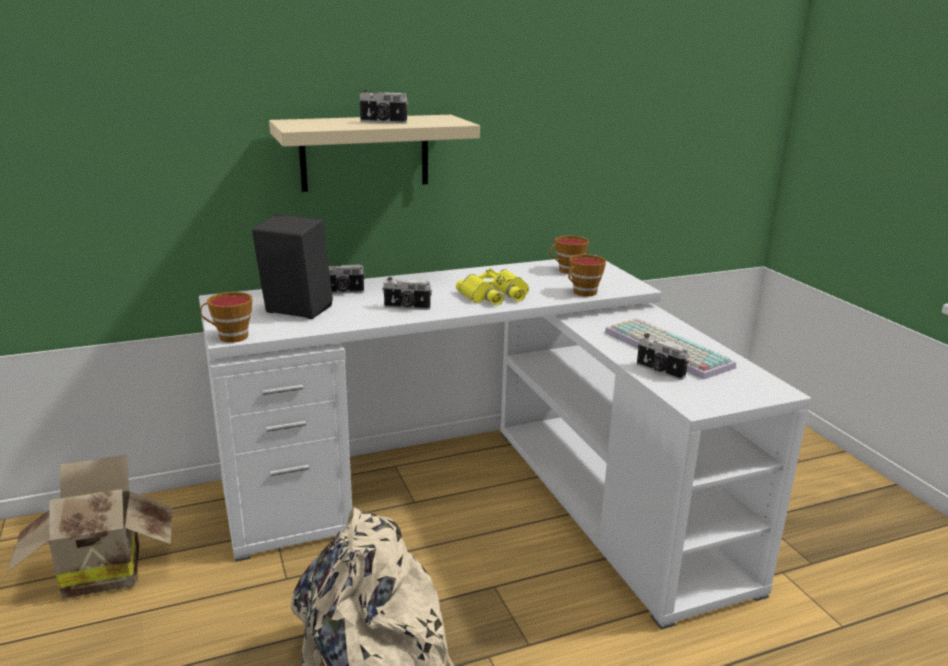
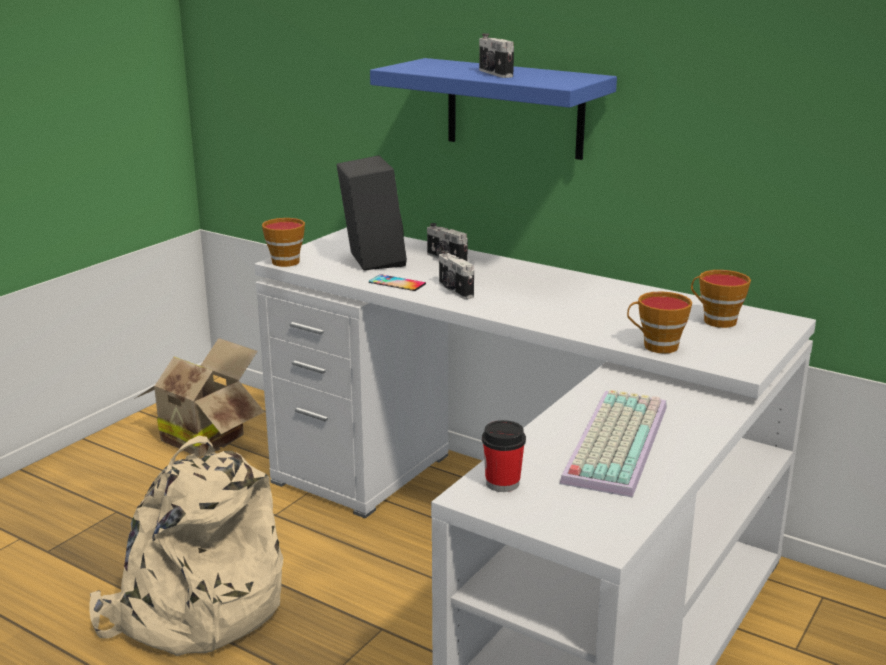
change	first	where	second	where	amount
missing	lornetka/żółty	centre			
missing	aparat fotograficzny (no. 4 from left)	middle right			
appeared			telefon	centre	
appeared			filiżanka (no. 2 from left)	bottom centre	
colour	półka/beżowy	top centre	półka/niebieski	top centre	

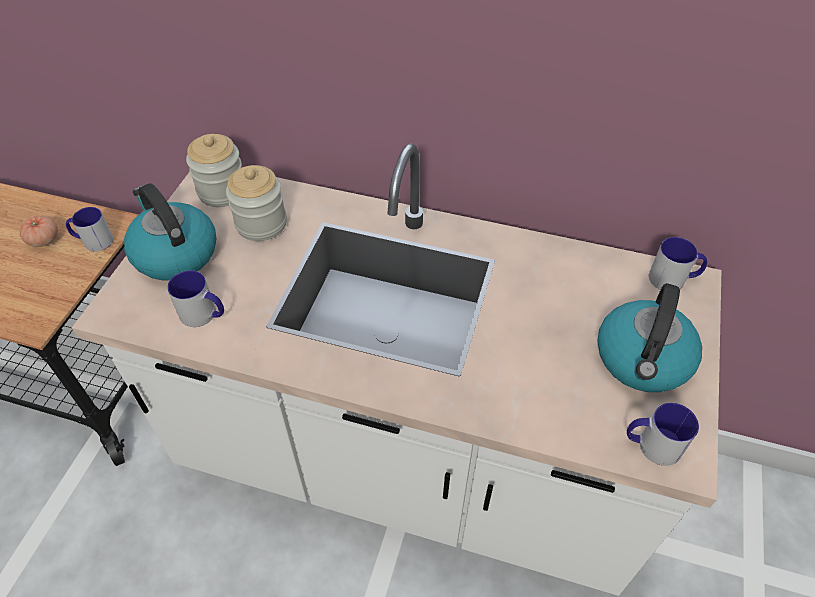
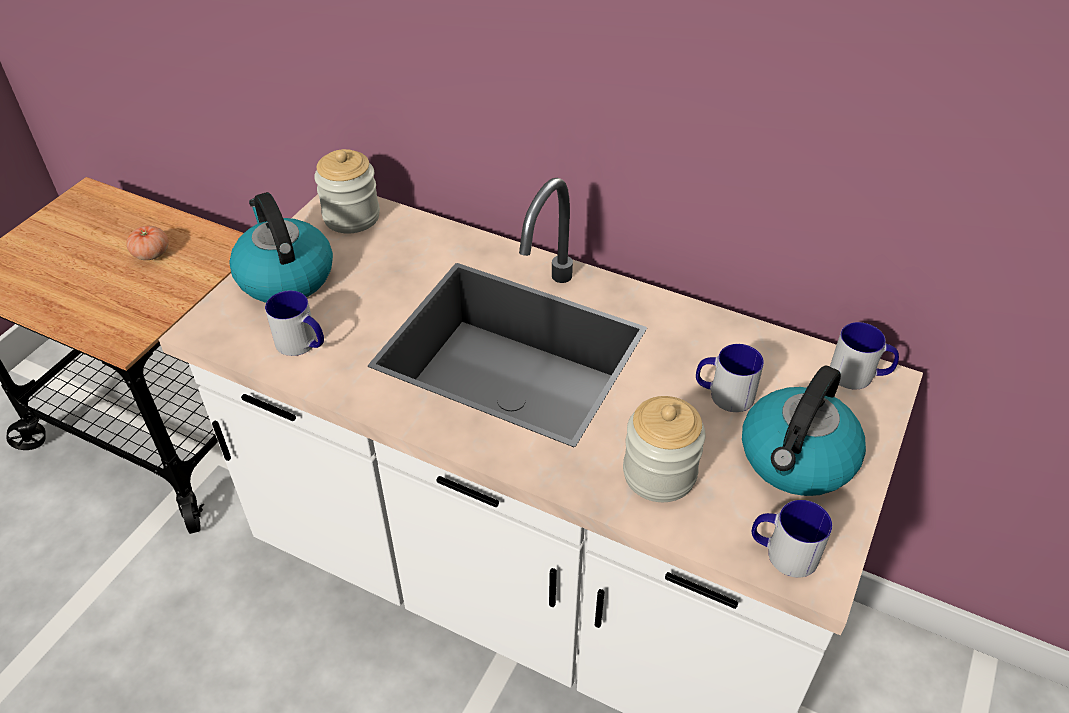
change	first	where	second	where	amount
relocated	kubek (no. 1 from left in the first image)	middle left	kubek (no. 2 from left)	middle right	
relocated	słoik (no. 2 from left)	middle left		centre	

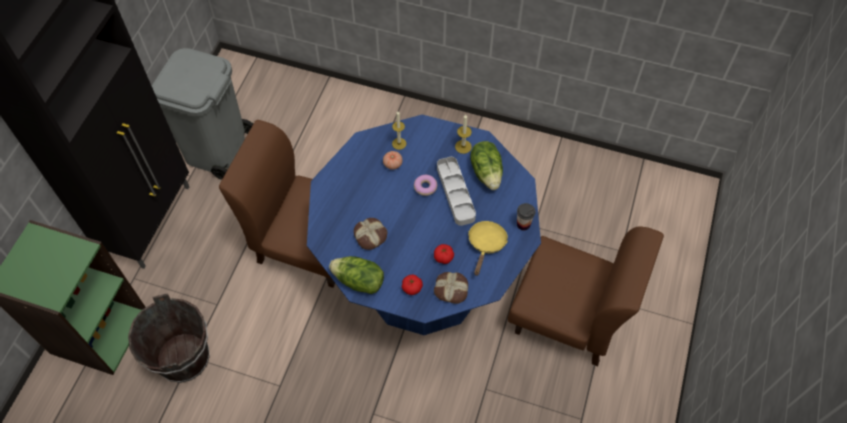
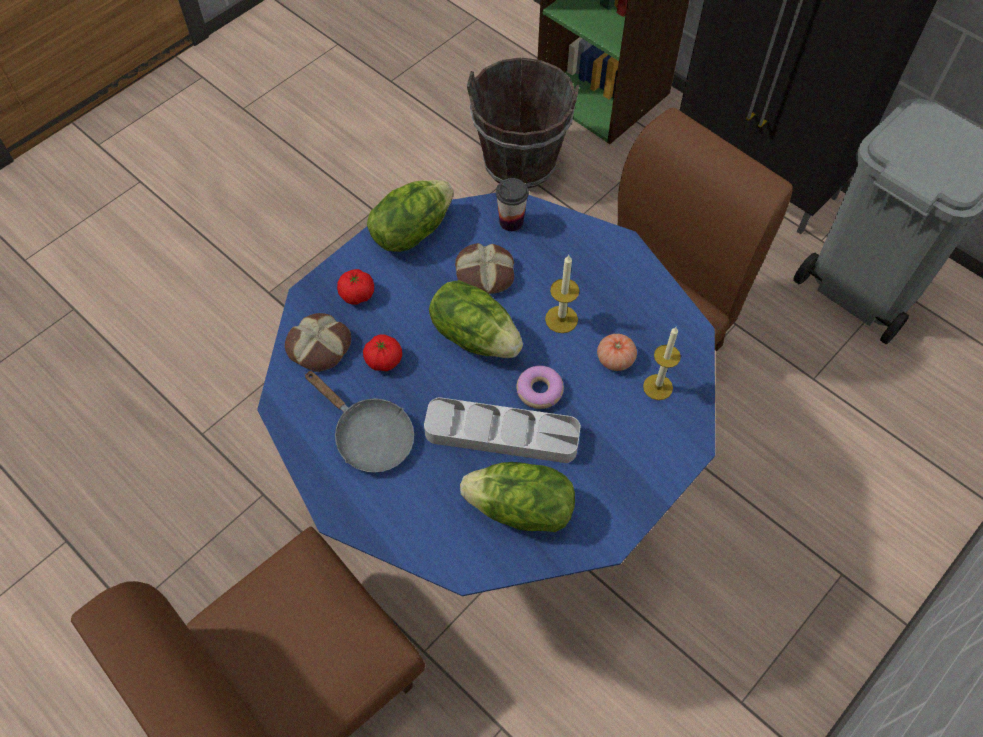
change	first	where	second	where	amount
appeared			sałata (no. 2 from left)	centre	
relocated	świeca (no. 2 from left in the first image)	top centre	świeca (no. 1 from left)	centre	
relocated	filiżanka	centre		top centre	
colour	patelnia/żółty	centre	patelnia/szary	centre	

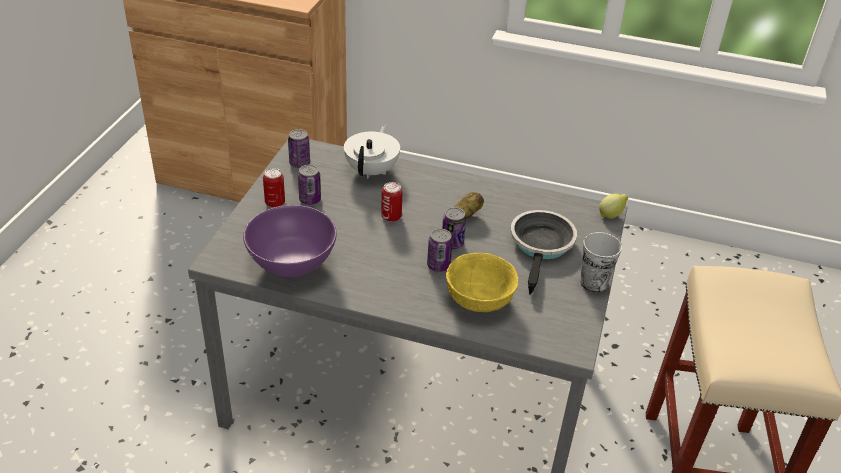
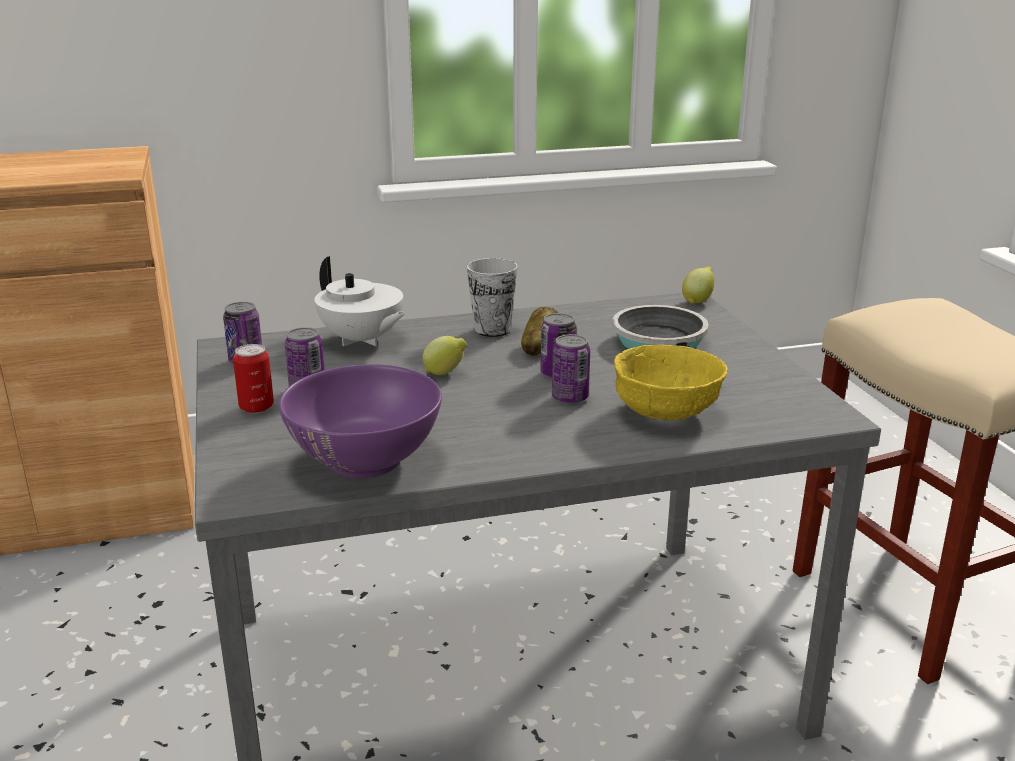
change	first	where	second	where	amount
relocated	filiżanka	middle right		centre	
exchanged	puszka (no. 4 from left)	centre	cytryna (no. 1 from left)	centre	
spun	imbryk/biały	top centre		centre	150 degrees clockwise

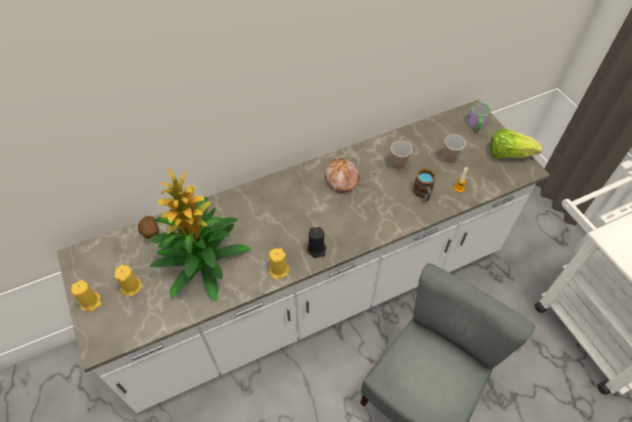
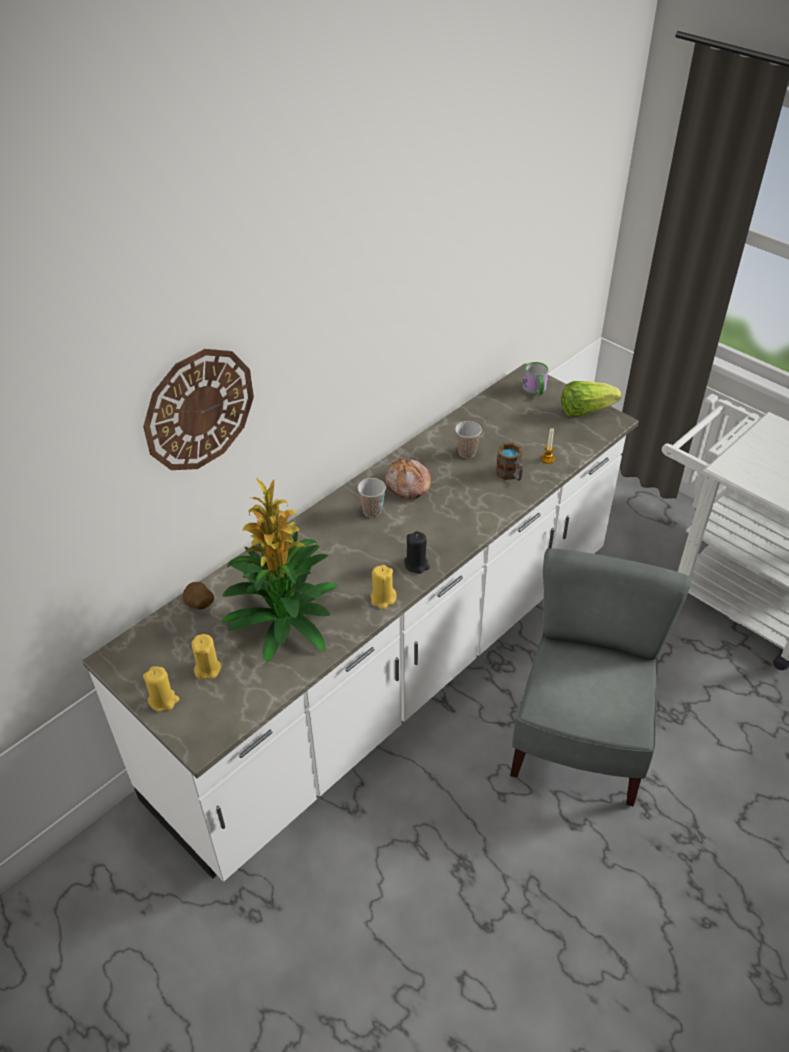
change	first	where	second	where	amount
appeared			zegar ścienny	middle left	
relocated	filiżanka (no. 2 from left in the first image)	middle right	filiżanka (no. 1 from left)	centre	

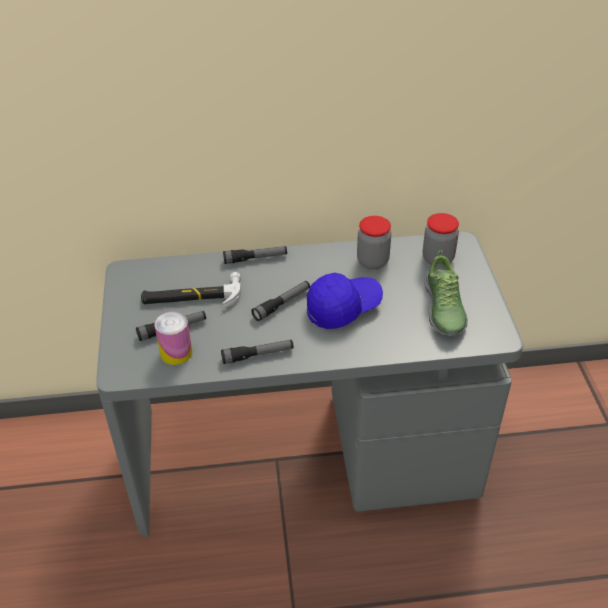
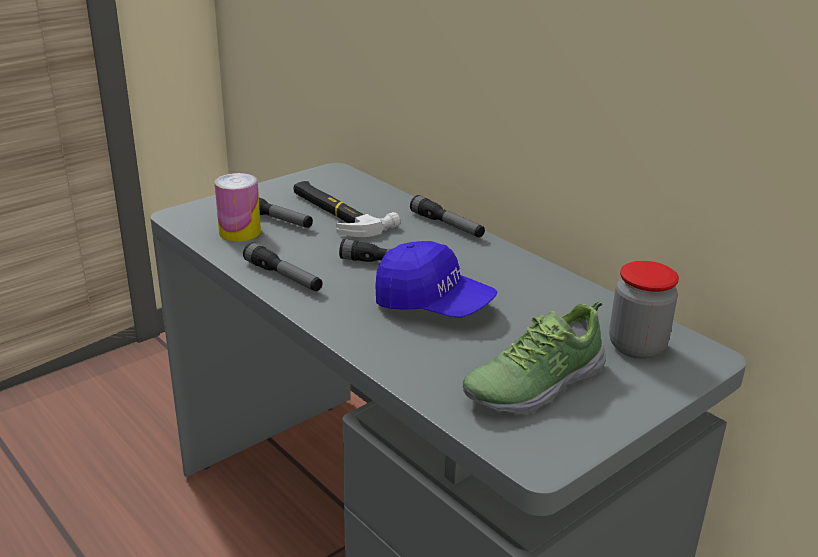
change	first	where	second	where	amount
missing	słoik (no. 1 from left)	centre			

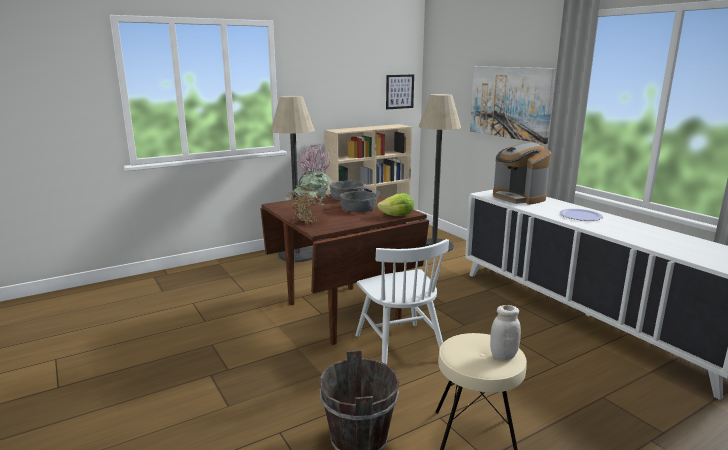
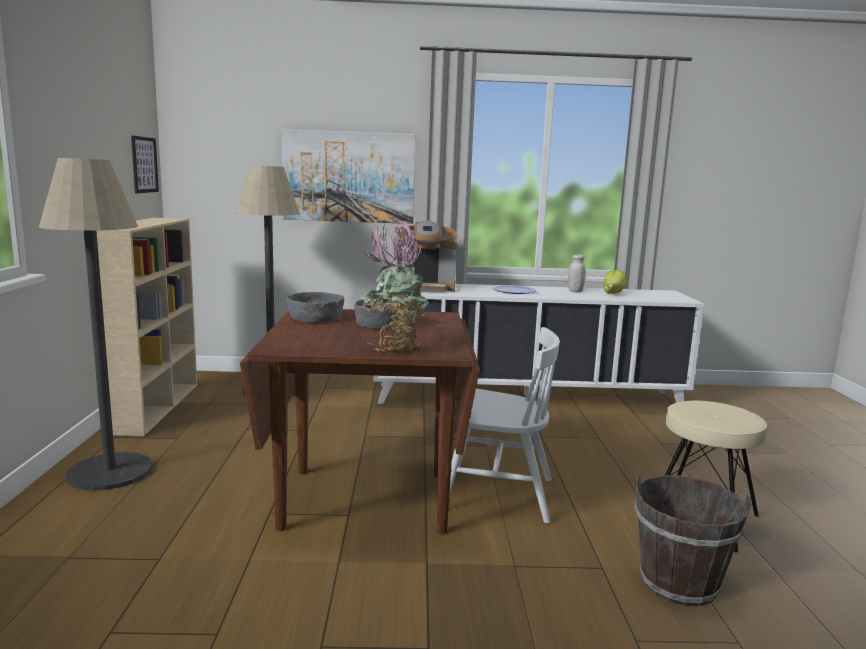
change	first	where	second	where	amount
relocated	sałata	centre		middle right	
relocated	słoik/biały	bottom right		centre	

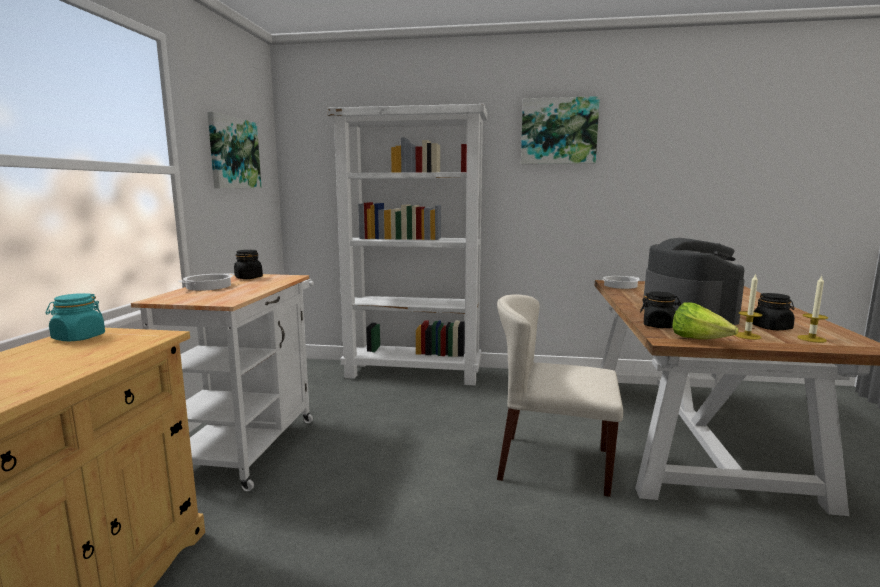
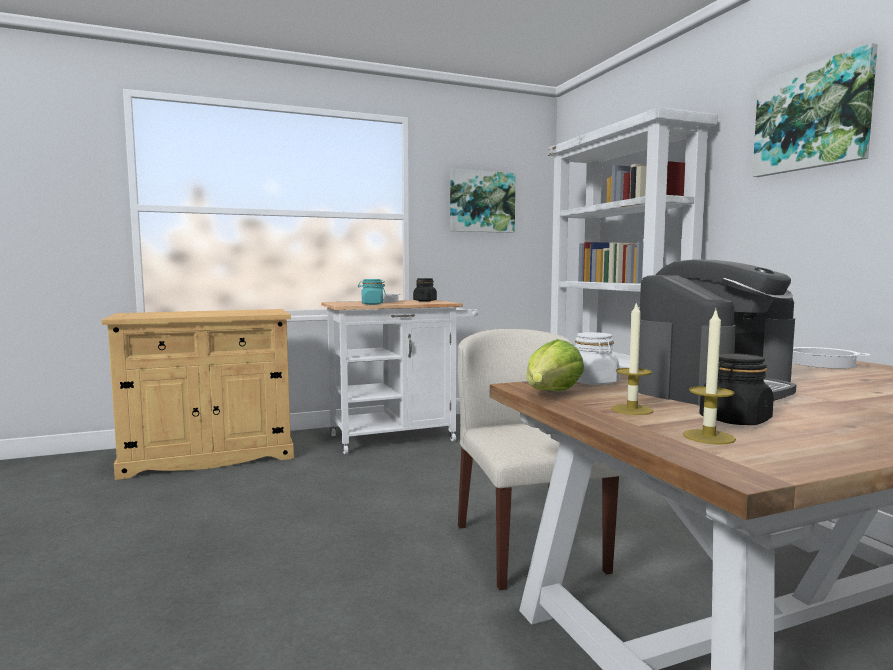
change	first	where	second	where	amount
relocated	słoik/turkusowy	middle left		centre	
colour	słoik/czarny (no. 2 from left)	middle right	słoik/biały	middle right	

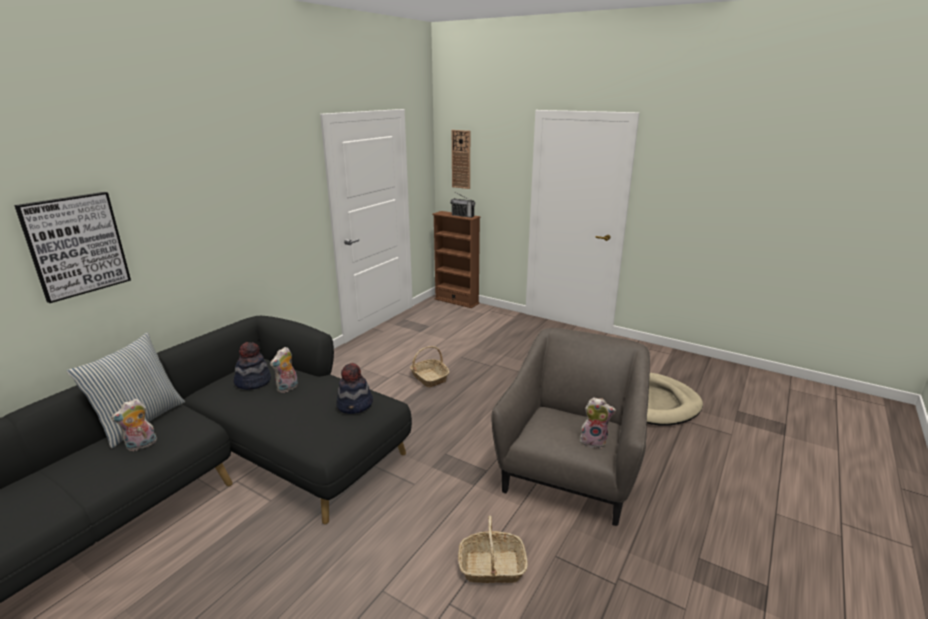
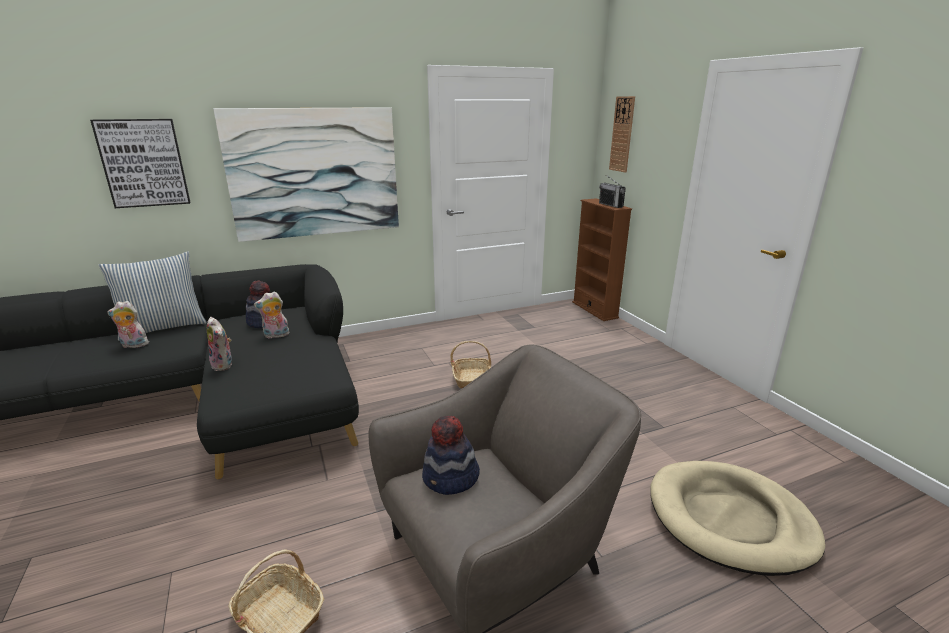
change	first	where	second	where	amount
appeared			obraz (no. 2 from left)	top left	
relocated	kapelusz (no. 2 from left)	centre		bottom centre	
relocated	pluszak (no. 3 from left in the first image)	bottom centre	pluszak (no. 2 from left)	middle left	

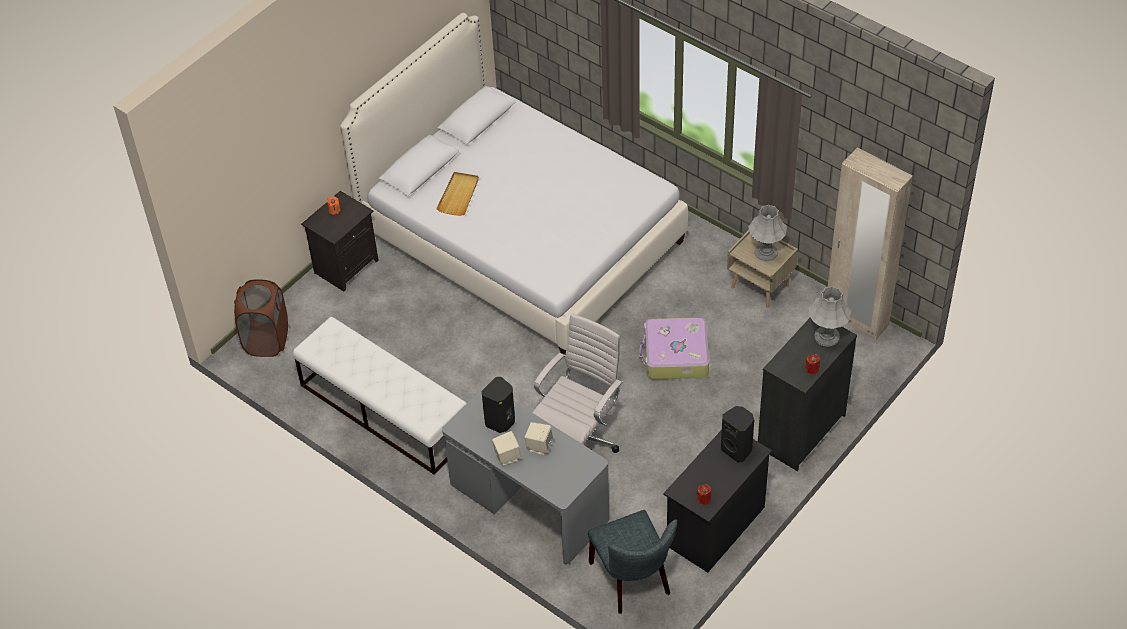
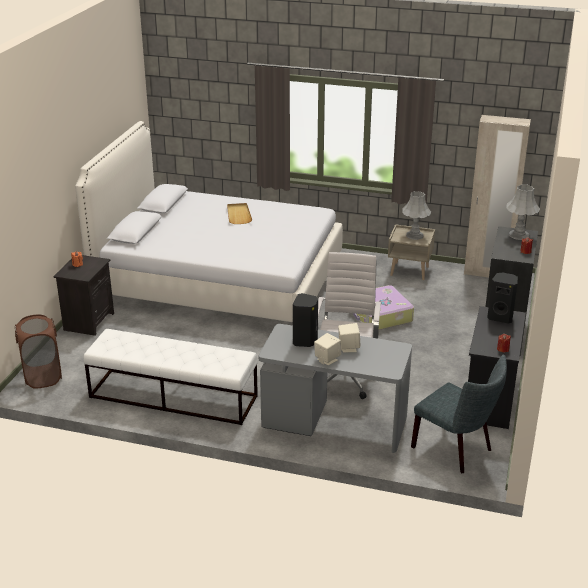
change	first	where	second	where	amount
relocated	taca/beżowy	top centre		centre	

